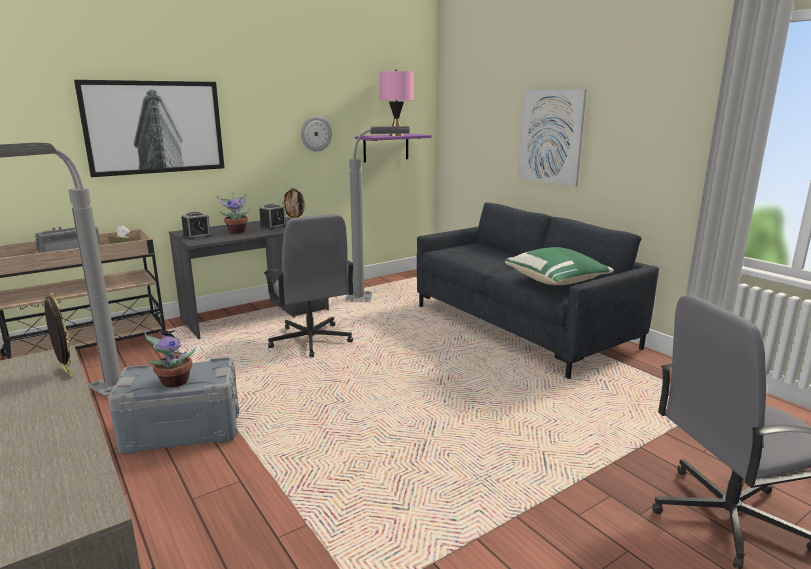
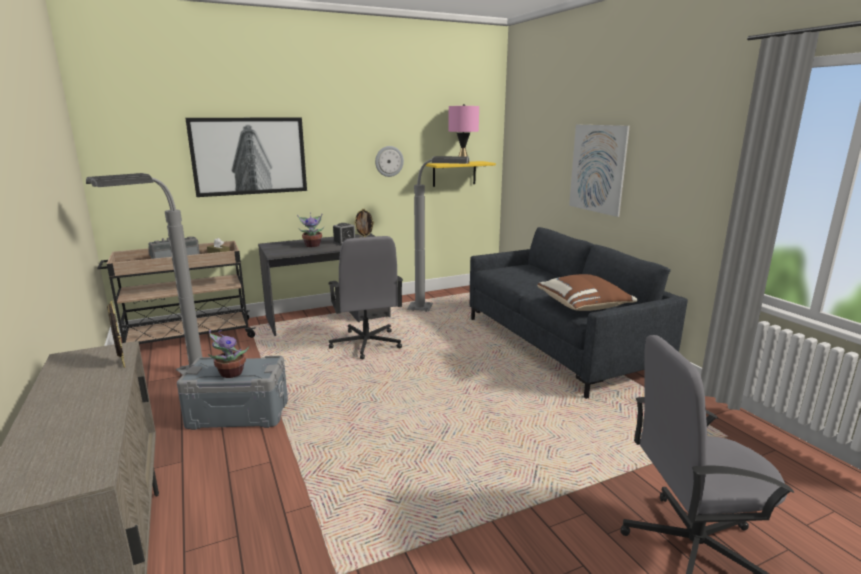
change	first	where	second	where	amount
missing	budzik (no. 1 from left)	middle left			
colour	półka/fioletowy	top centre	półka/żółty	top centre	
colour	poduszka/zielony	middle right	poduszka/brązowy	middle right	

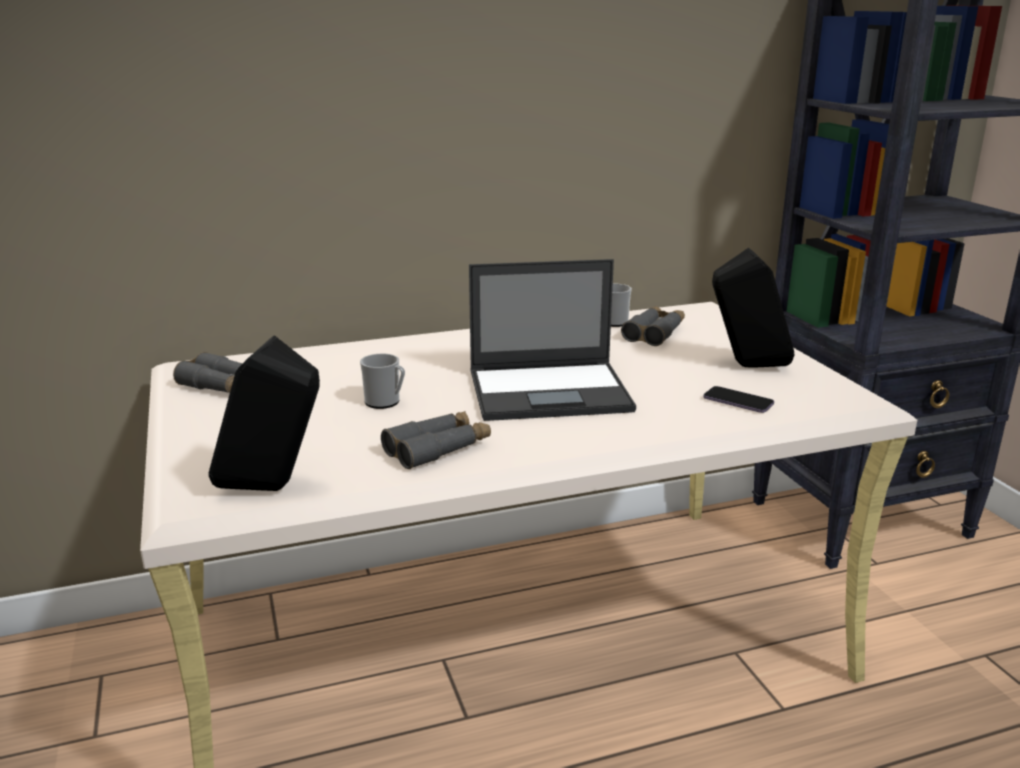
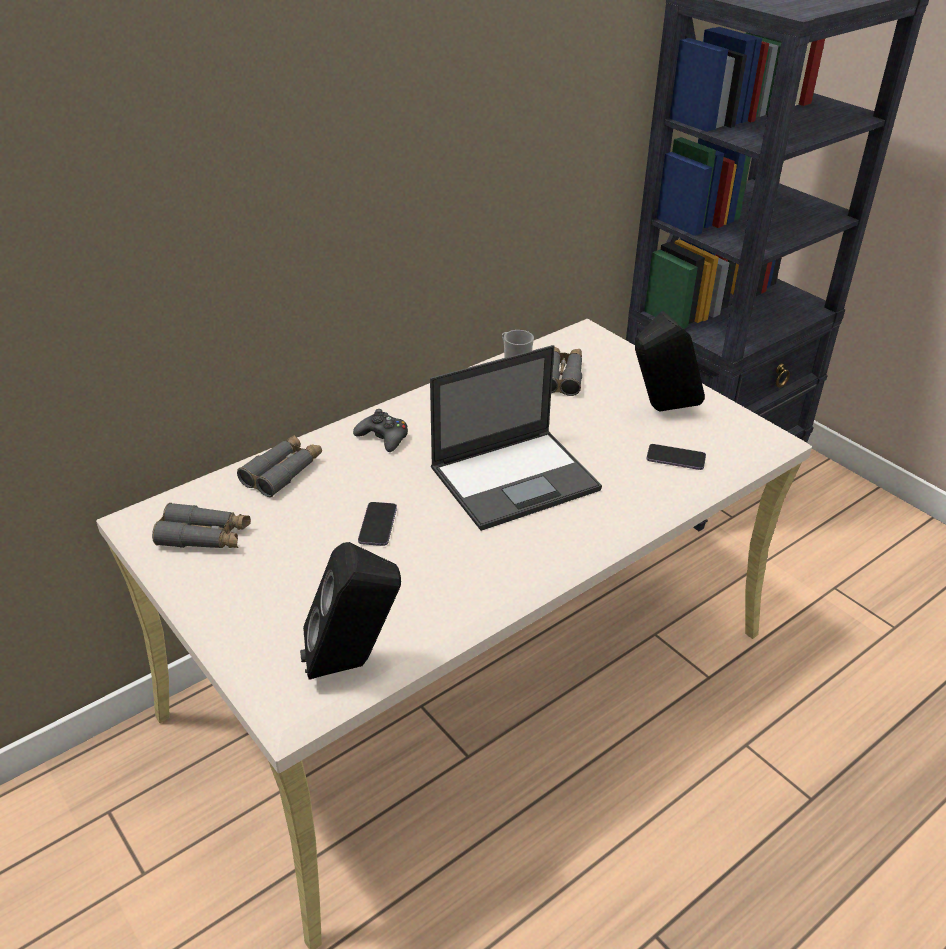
change	first	where	second	where	amount
appeared			pad do gier/czarny	centre	
relocated	lornetka/szary (no. 2 from left)	centre		middle left	
exchanged	kubek (no. 1 from left)	centre	telefon (no. 1 from left)	centre	

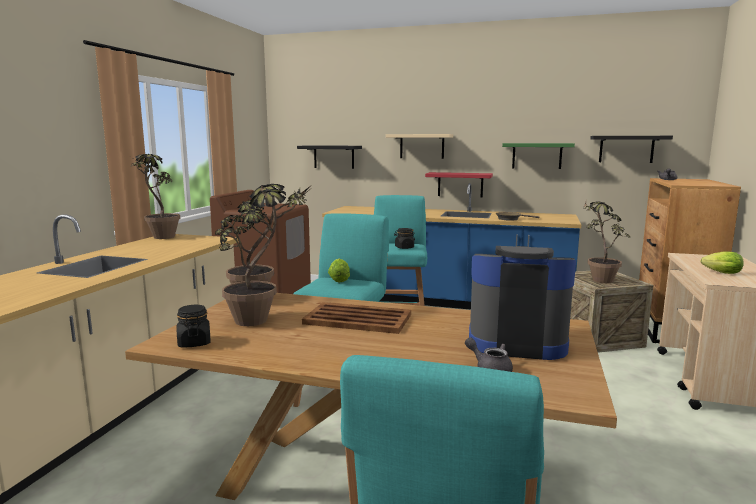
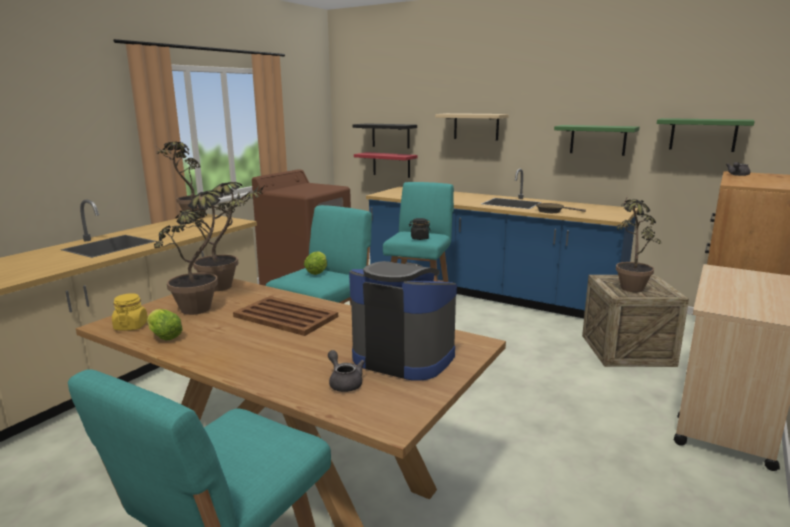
change	first	where	second	where	amount
relocated	półka/czerwony	centre		top centre	
relocated	sałata (no. 2 from left in the first image)	middle right	sałata (no. 1 from left)	middle left	
colour	słoik/czarny (no. 1 from left)	middle left	słoik/żółty	middle left	
colour	półka/czarny (no. 2 from left)	top right	półka/zielony (no. 2 from left)	top right	

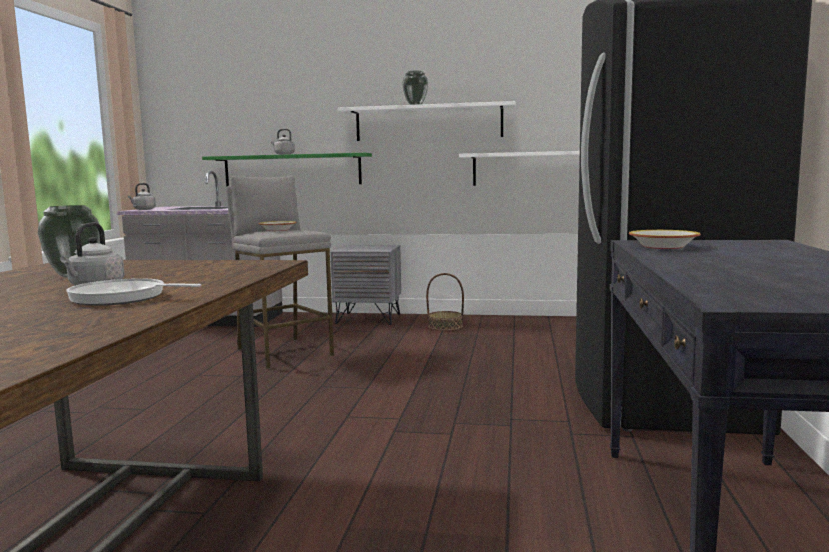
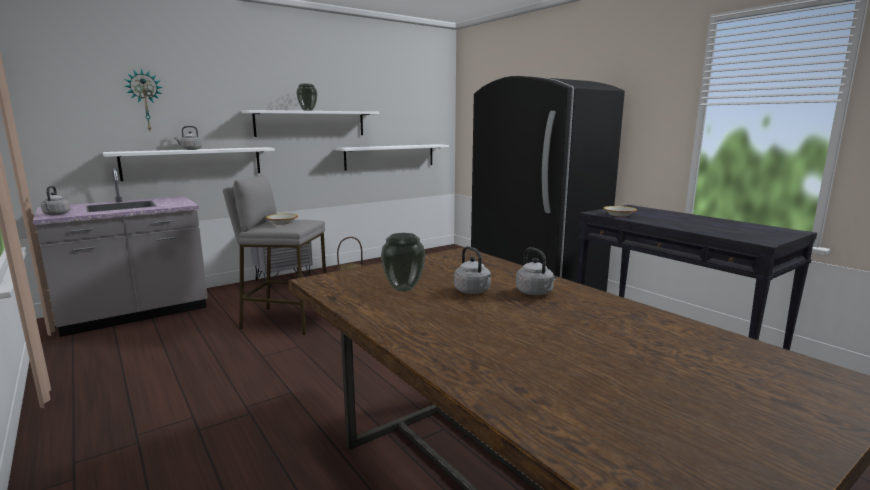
change	first	where	second	where	amount
appeared			zegar ścienny	top left	
exchanged	patelnia	middle left	czajnik/szary (no. 4 from left)	centre	
colour	półka/zielony	top centre	półka/biały (no. 1 from left)	middle left	

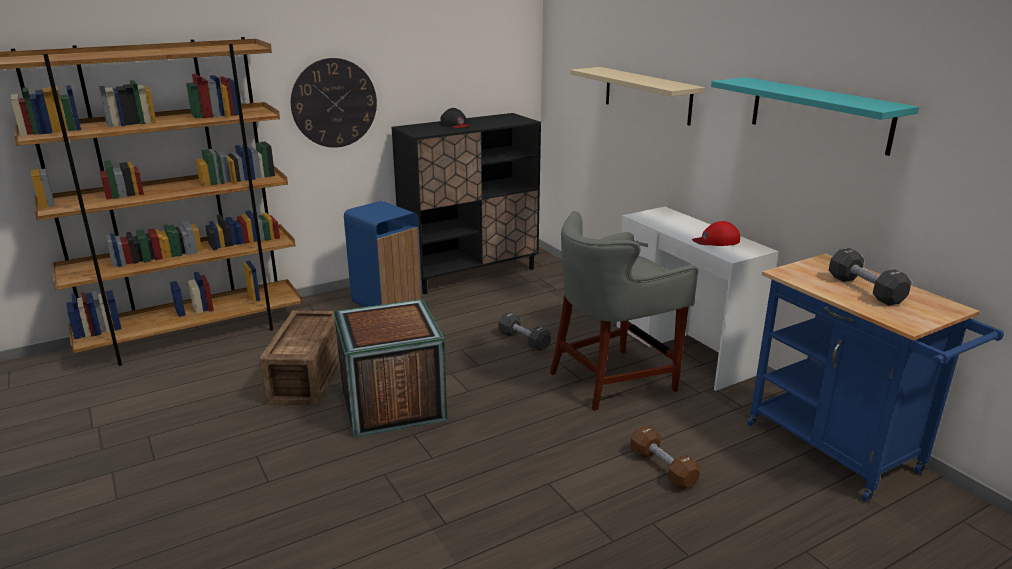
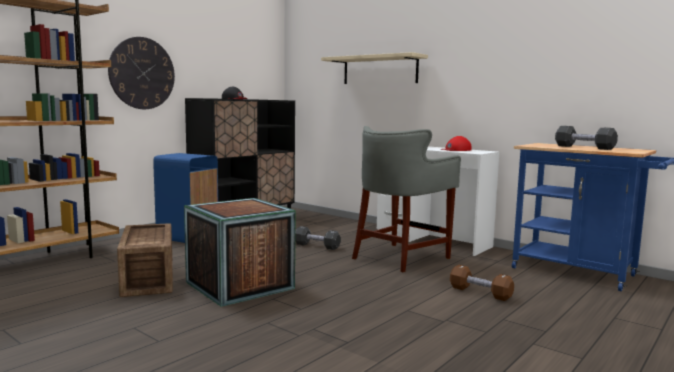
change	first	where	second	where	amount
missing	półka/turkusowy	top right			

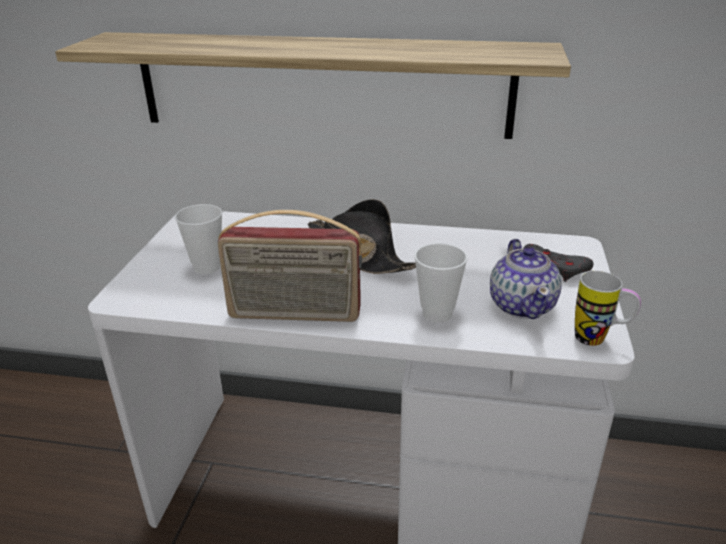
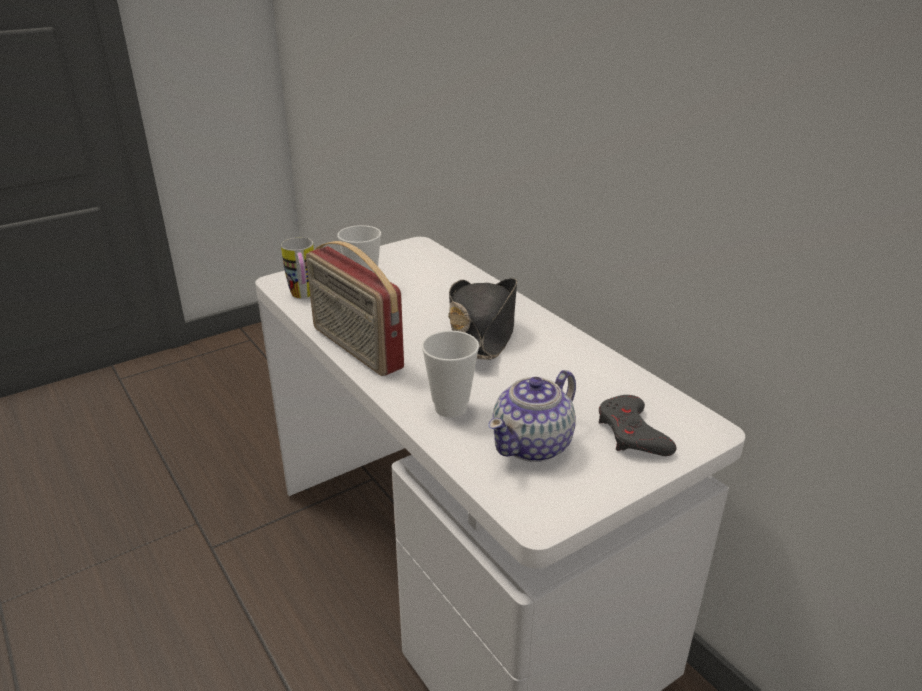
change	first	where	second	where	amount
missing	półka	top centre			
relocated	kubek	middle right		middle left	

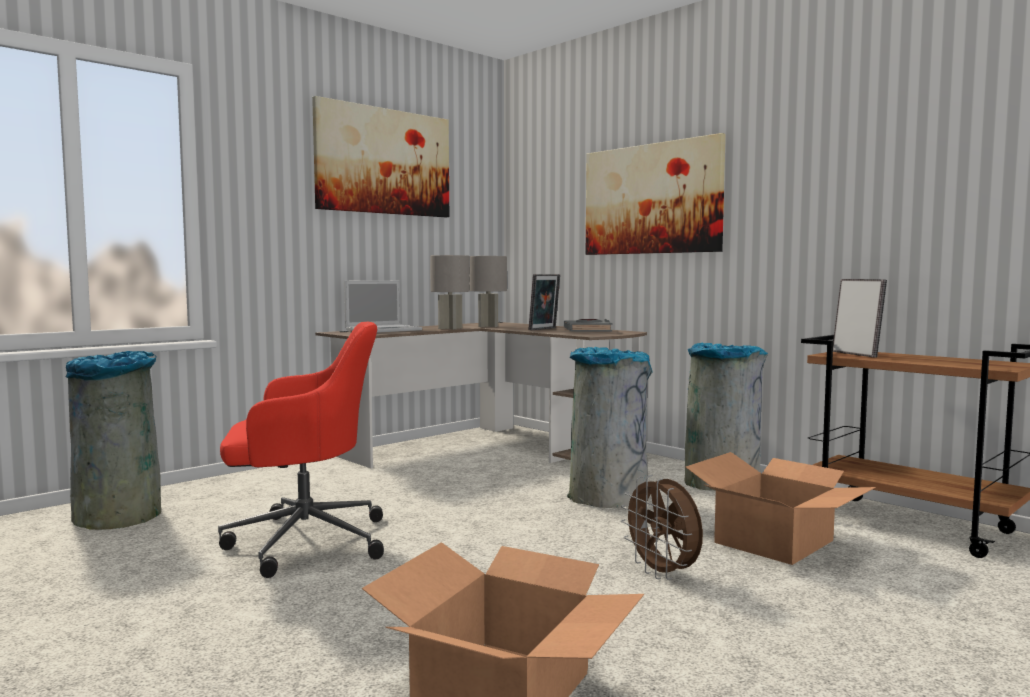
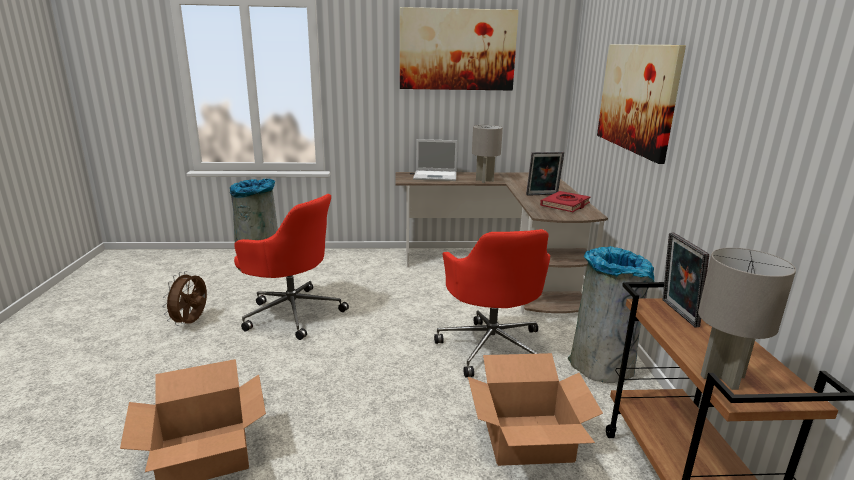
change	first	where	second	where	amount
relocated	lampa stołowa/szary (no. 2 from left)	centre		middle right	
relocated	wentylator/brązowy	bottom centre		middle left	
exchanged	kosz na śmieci/szary (no. 2 from left)	centre	krzesło biurowe/czerwony (no. 2 from left)	centre	
colour	książka/szary	centre	książka/czerwony	centre	
spun	ramka na zdjęcie (no. 2 from left)	middle right		middle right	150 degrees clockwise

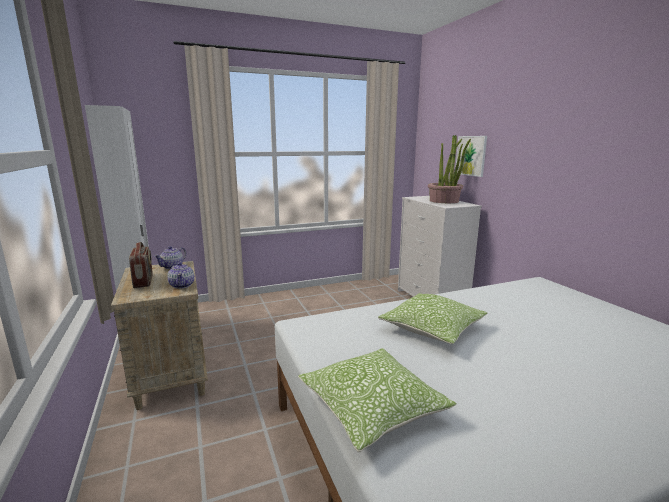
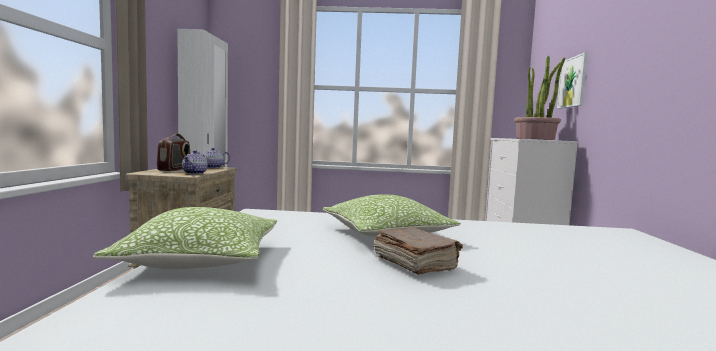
change	first	where	second	where	amount
appeared			książka/brązowy	bottom centre	

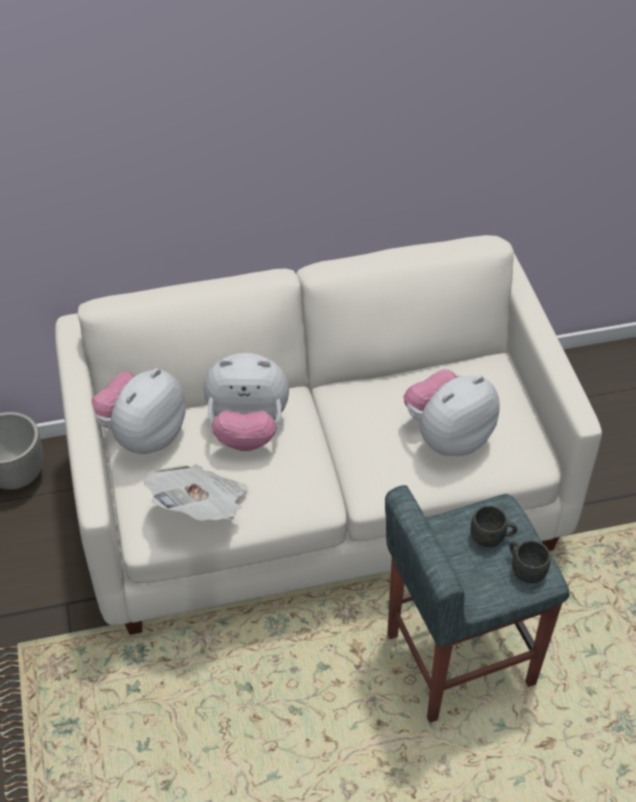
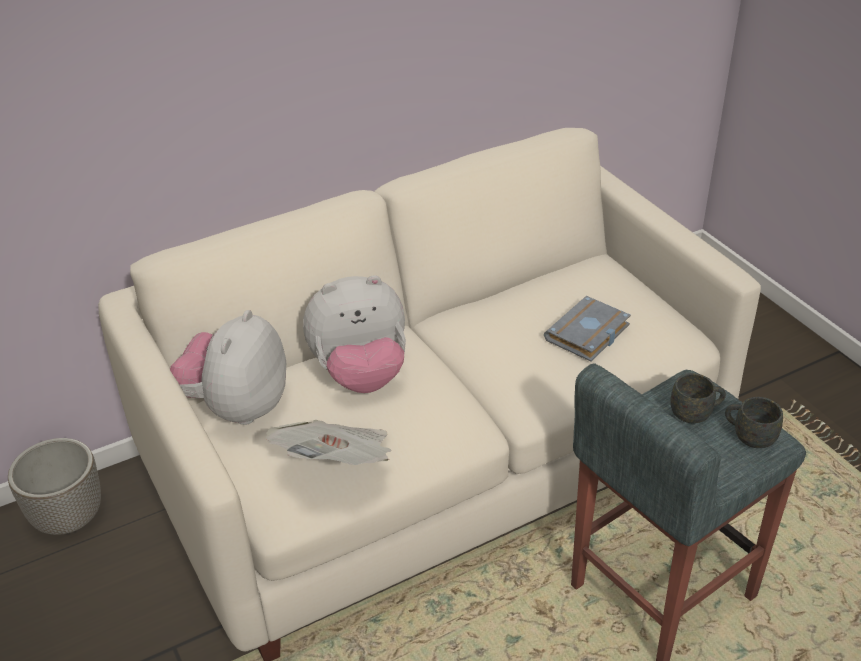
change	first	where	second	where	amount
exchanged	pluszak (no. 3 from left)	middle right	książka/szary	middle right	

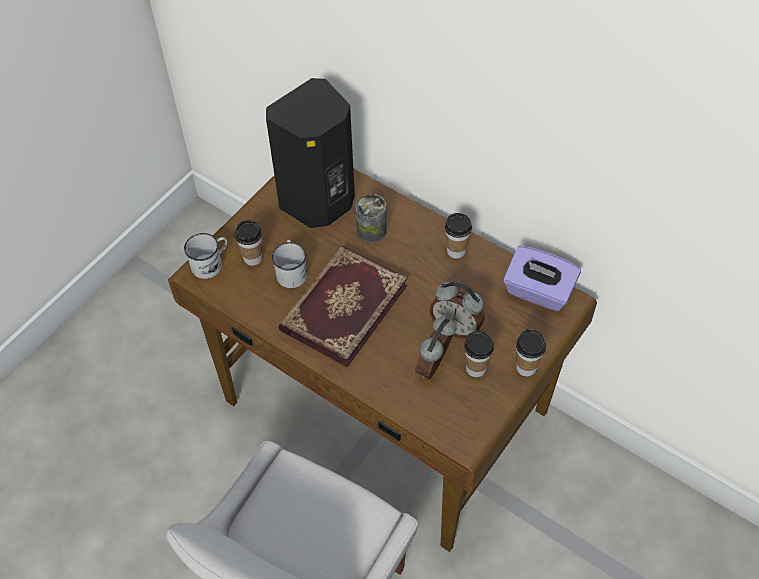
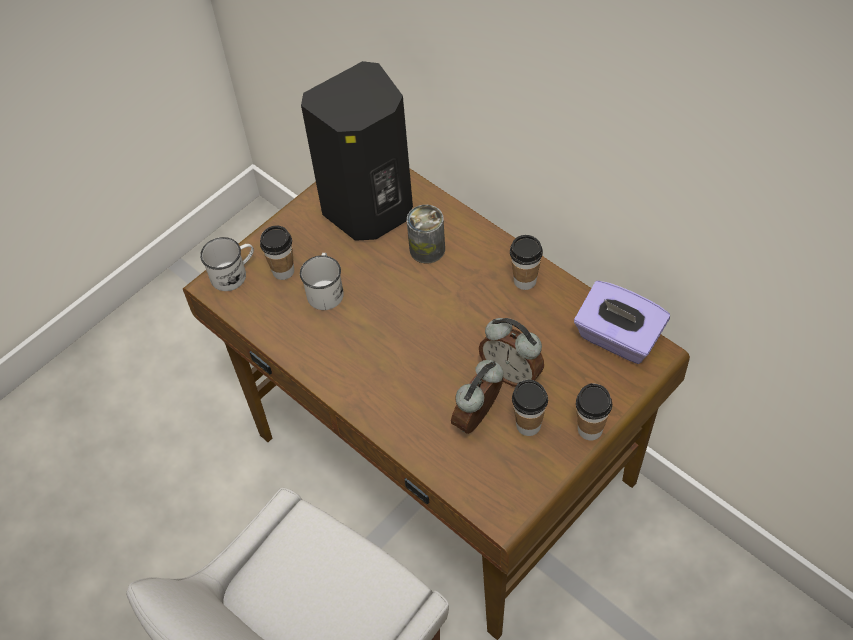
change	first	where	second	where	amount
missing	książka	centre			

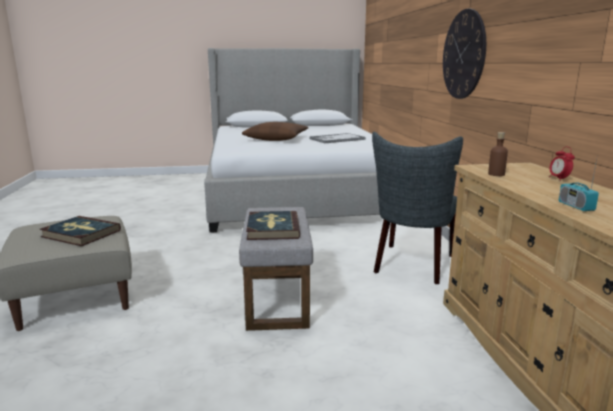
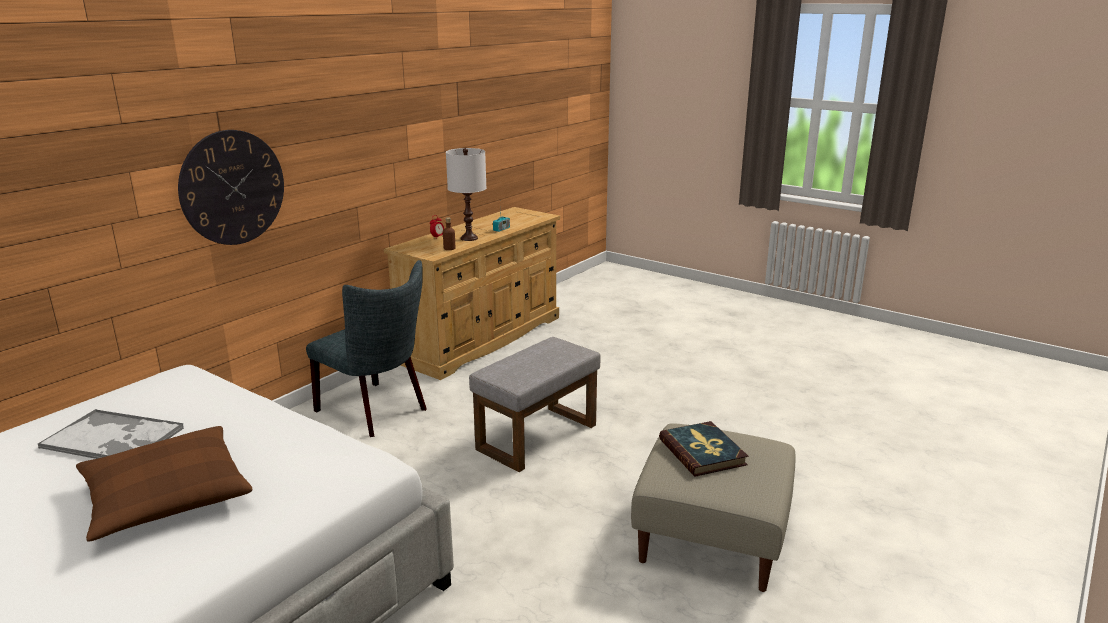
change	first	where	second	where	amount
missing	książka (no. 2 from left)	centre			
appeared			lampa stołowa/biały	top centre	
spun	krzesło/szary	middle right		middle left	60 degrees clockwise

